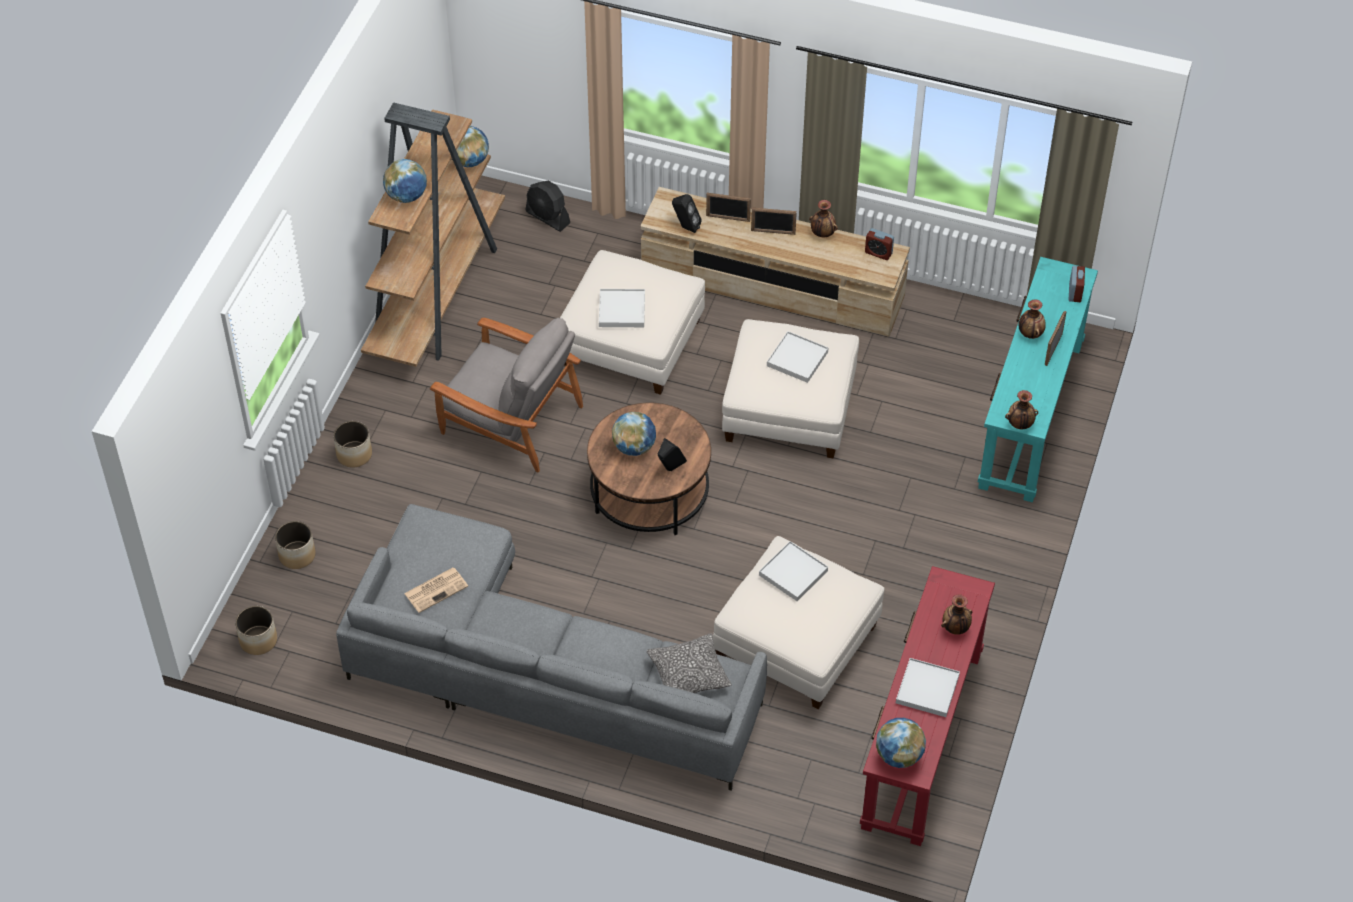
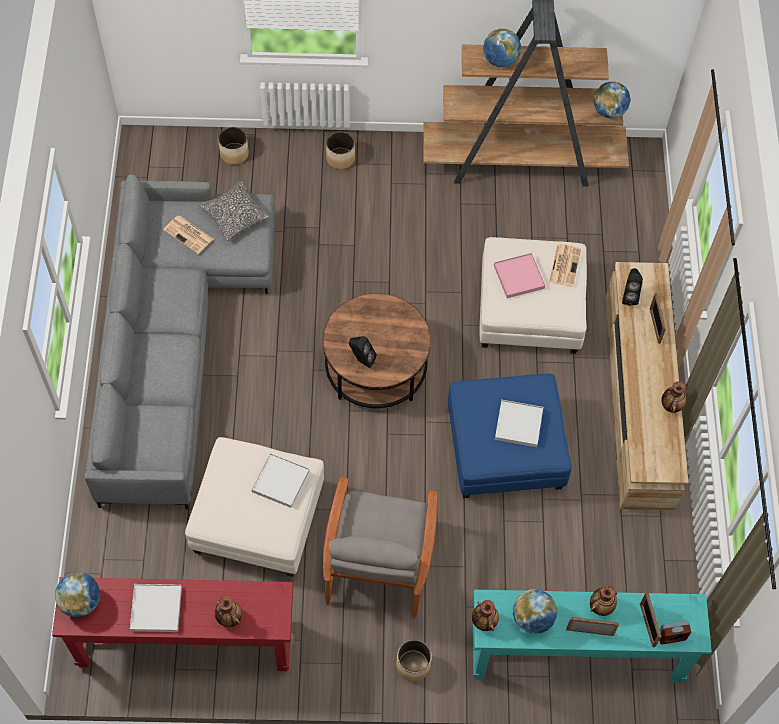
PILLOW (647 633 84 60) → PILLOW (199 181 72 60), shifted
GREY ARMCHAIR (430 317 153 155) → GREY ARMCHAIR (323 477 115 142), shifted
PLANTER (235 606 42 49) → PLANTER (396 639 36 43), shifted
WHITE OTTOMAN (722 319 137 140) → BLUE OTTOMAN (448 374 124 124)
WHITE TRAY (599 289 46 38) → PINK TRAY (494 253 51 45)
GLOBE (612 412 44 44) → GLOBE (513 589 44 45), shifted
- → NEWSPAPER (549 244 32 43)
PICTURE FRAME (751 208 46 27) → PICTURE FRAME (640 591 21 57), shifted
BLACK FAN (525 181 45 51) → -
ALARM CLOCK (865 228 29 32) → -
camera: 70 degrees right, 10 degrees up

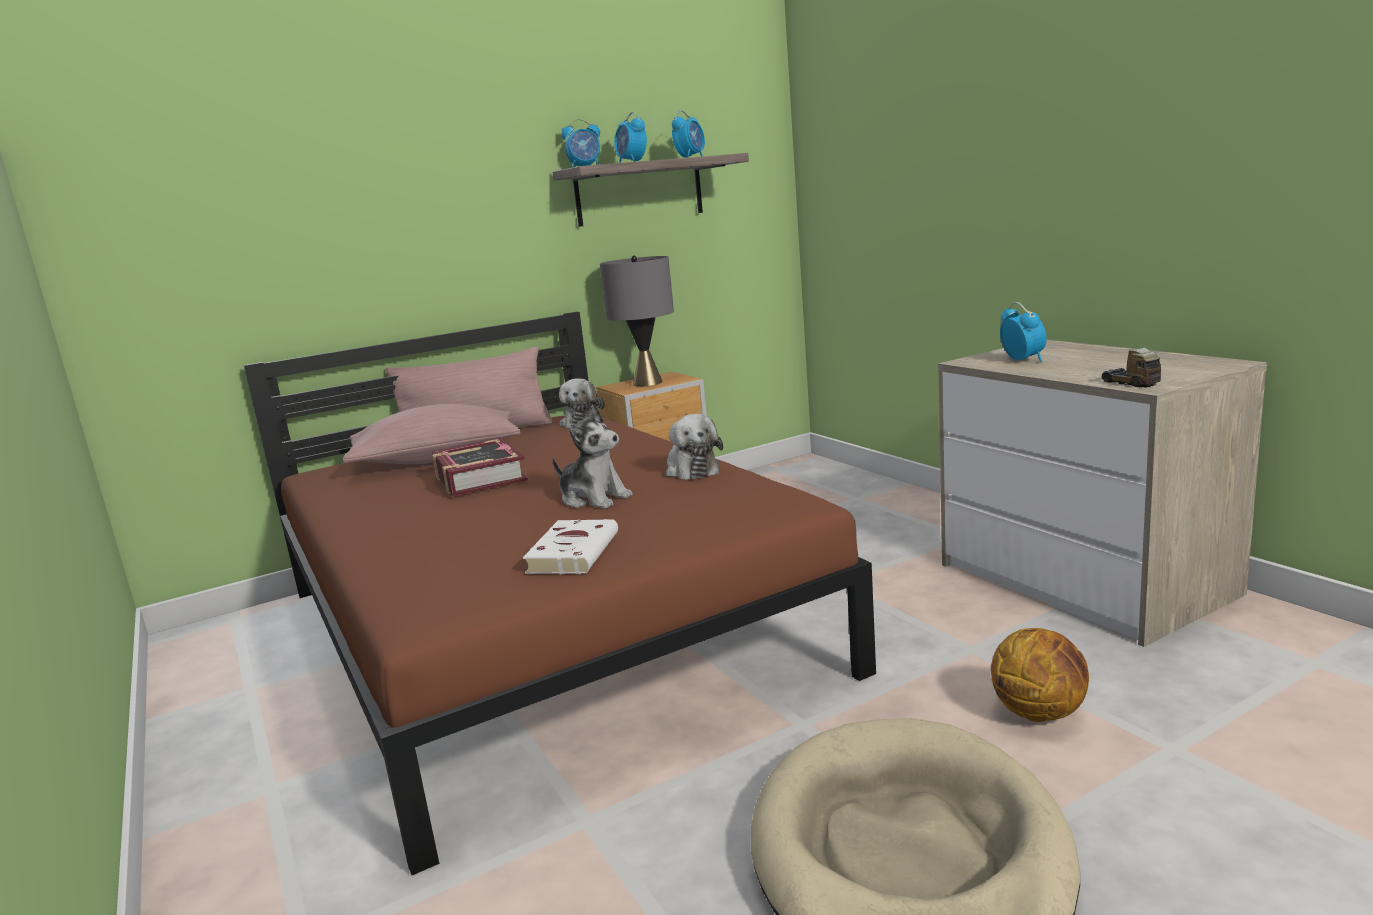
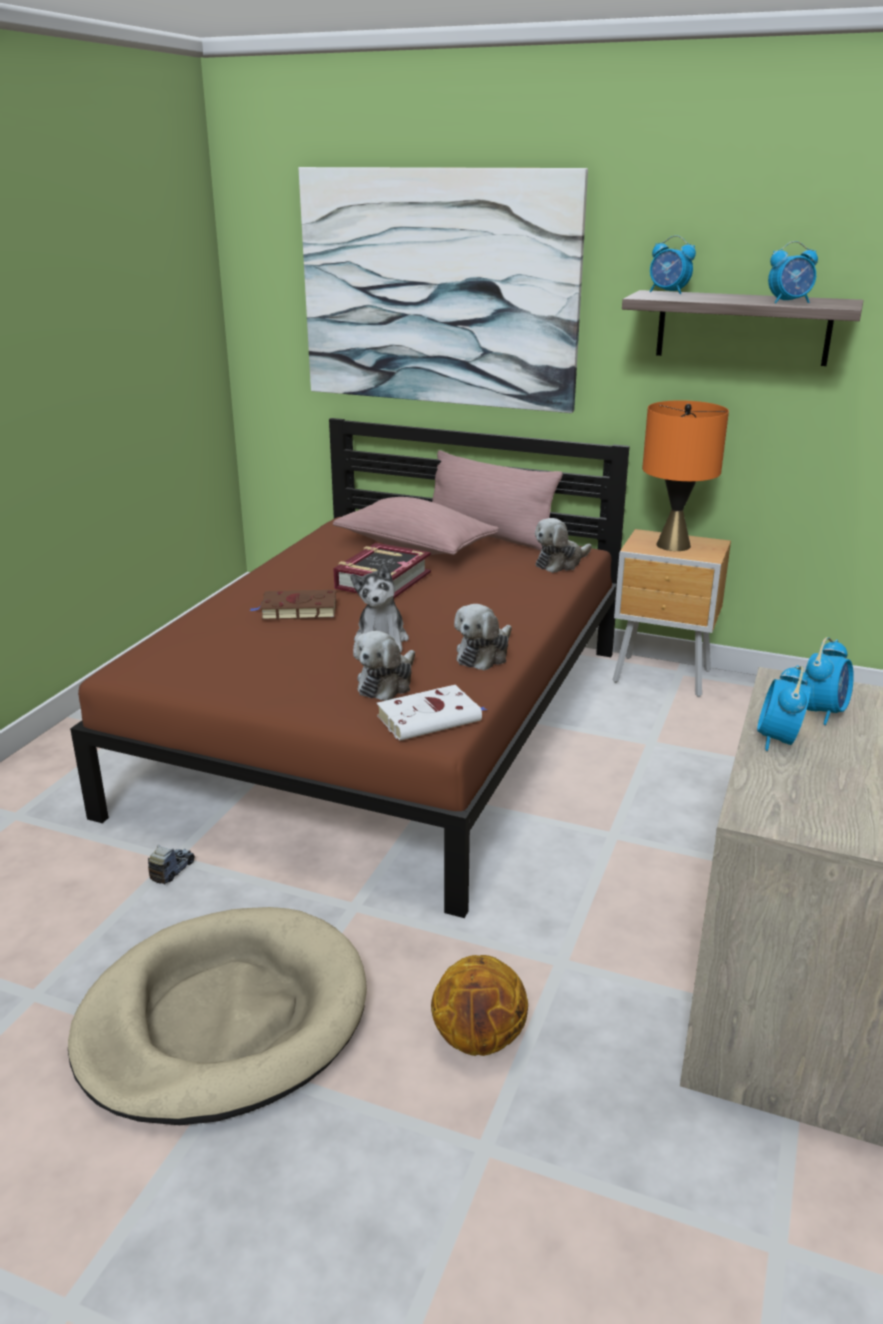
TOY TRUCK (1102 347 59 41) → TOY TRUCK (148 844 47 40), shifted
- → BROWN BOOK (250 590 87 30)
- → PICTURE (299 167 289 246)
- → PLUSH TOY (353 631 62 70)
WHITE BOOK (523 519 95 55) → WHITE BOOK (377 685 111 56), shifted
GREY TABLE LAMP (600 256 74 131) → ORANGE TABLE LAMP (642 400 87 151)
ALARM CLOCK (614 112 33 51) → ALARM CLOCK (757 665 54 86), shifted
camera: 50 degrees right, 10 degrees up

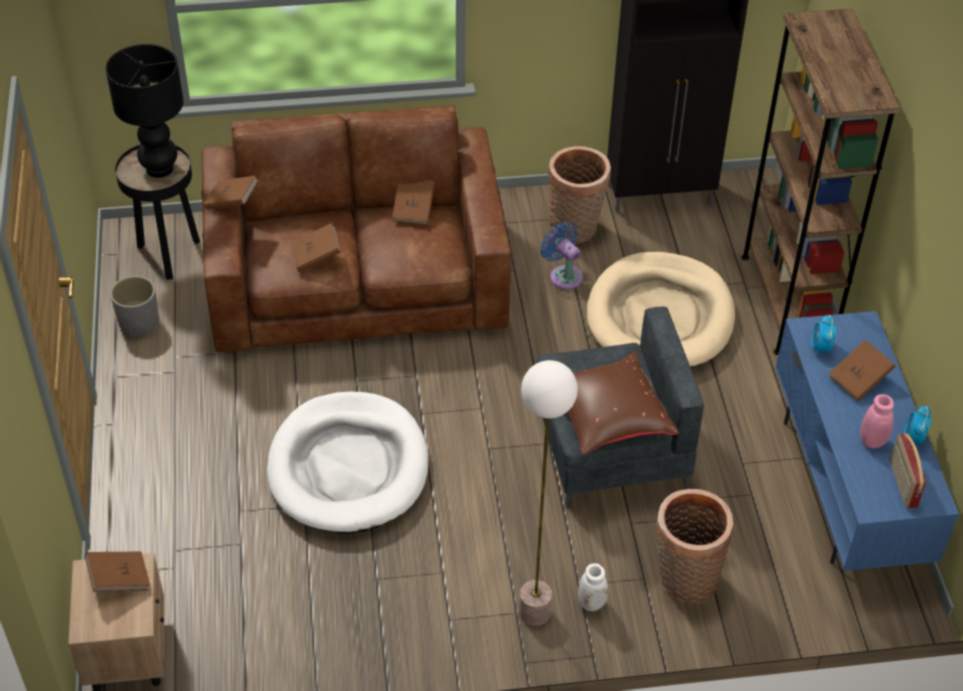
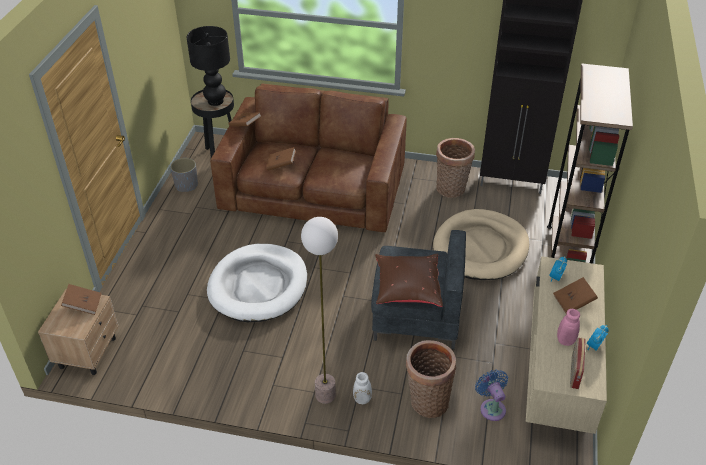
BLUE FAN (540 222 43 68) → BLUE FAN (475 370 33 51), shifted
BLUE TV STAND (776 311 183 260) → BEIGE TV STAND (526 256 81 178)
BROWN BOOK (392 180 43 45) → -
camera: 20 degrees right, 5 degrees down

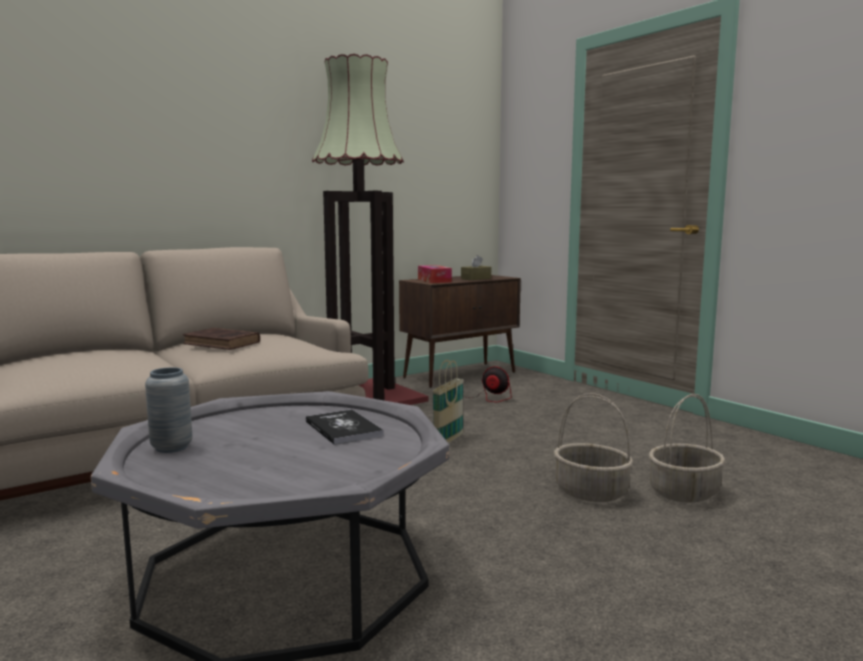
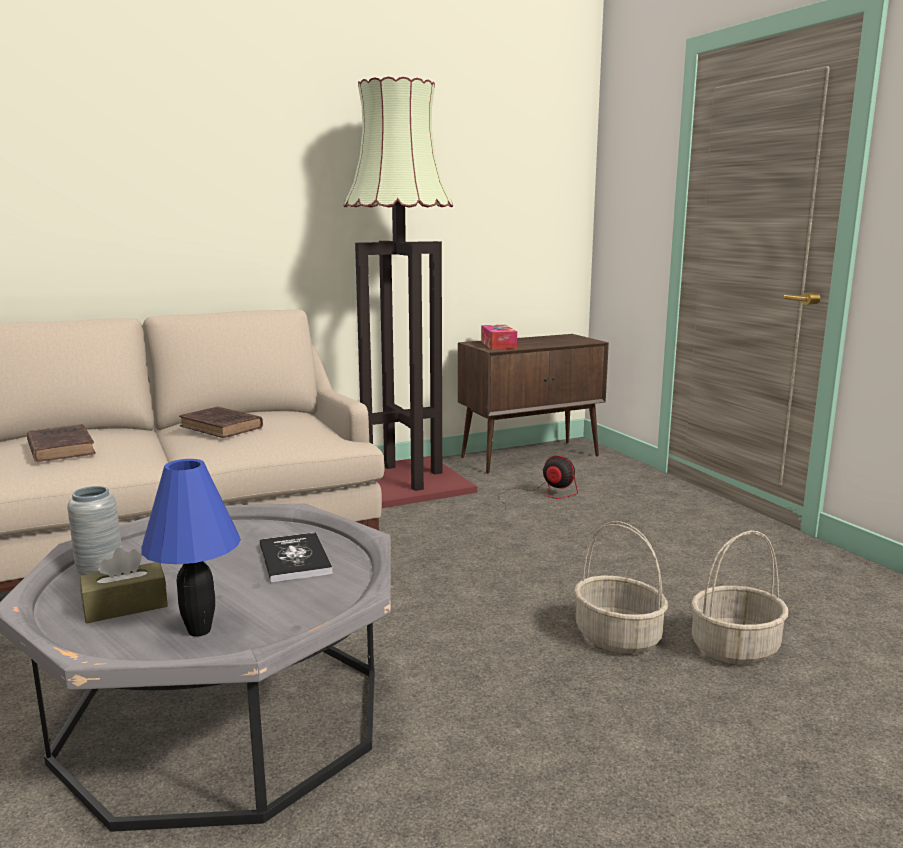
- → BROWN BOOK (27 424 69 38)
BROWN TISSUE BOX (461 255 30 25) → BROWN TISSUE BOX (80 547 88 76), shifted
- → BLUE TABLE LAMP (141 459 100 178)
BASKET (433 360 30 83) → -
camera: 10 degrees right, 5 degrees up

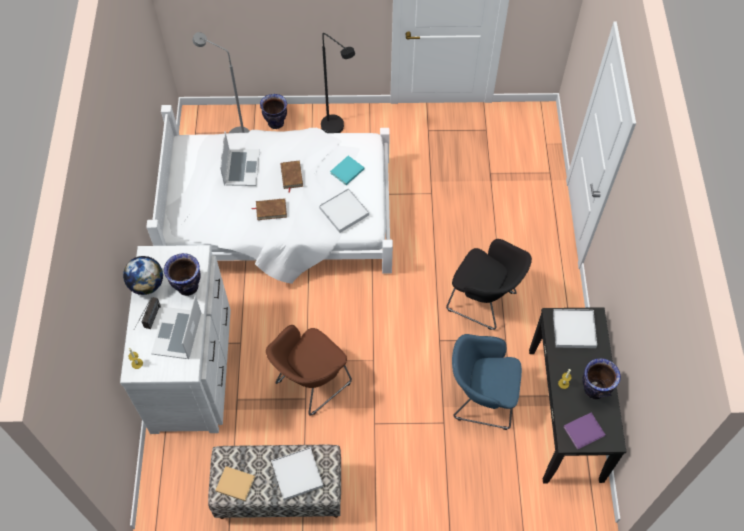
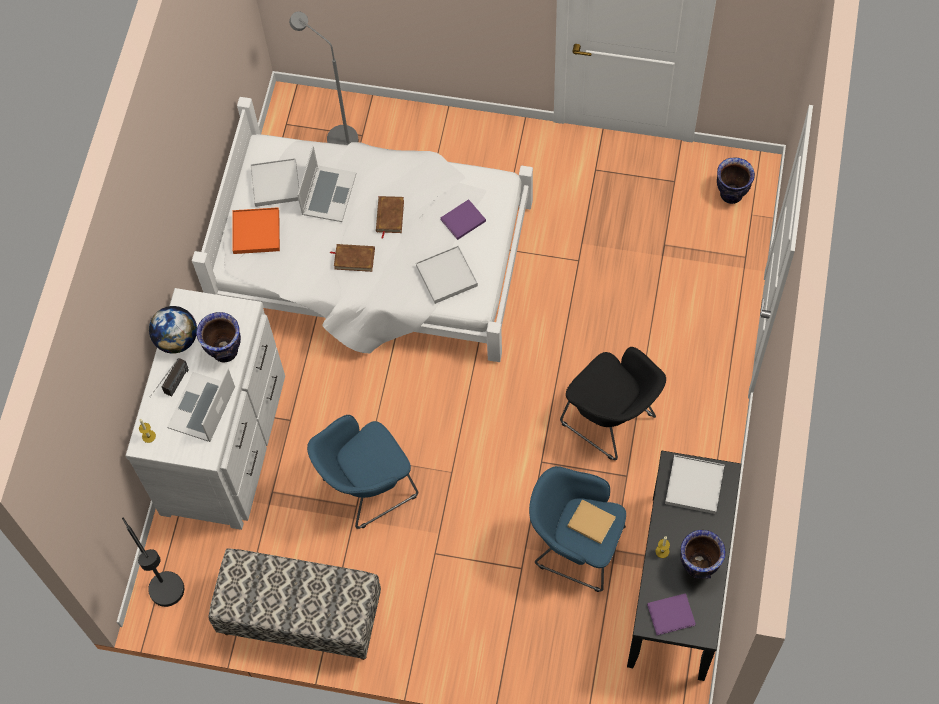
BLACK FLOOR LAMP (321 33 34 100) → BLACK FLOOR LAMP (122 518 62 89), shifted
- → ORANGE TRAY (232 207 48 47)
WHITE TRAY (271 447 53 54) → WHITE TRAY (250 158 49 49), shifted
BROWN ARMCHAIR (266 325 86 91) → BLUE ARMCHAIR (307 415 111 114)
TURQUOISE BOOK (330 156 34 29) → PURPLE BOOK (441 199 45 41)
BEIGE BOOK (215 466 40 35) → BEIGE BOOK (567 500 48 44), shifted
VASE (260 94 27 35) → VASE (717 157 38 47), shifted
camera: 15 degrees right, 5 degrees up

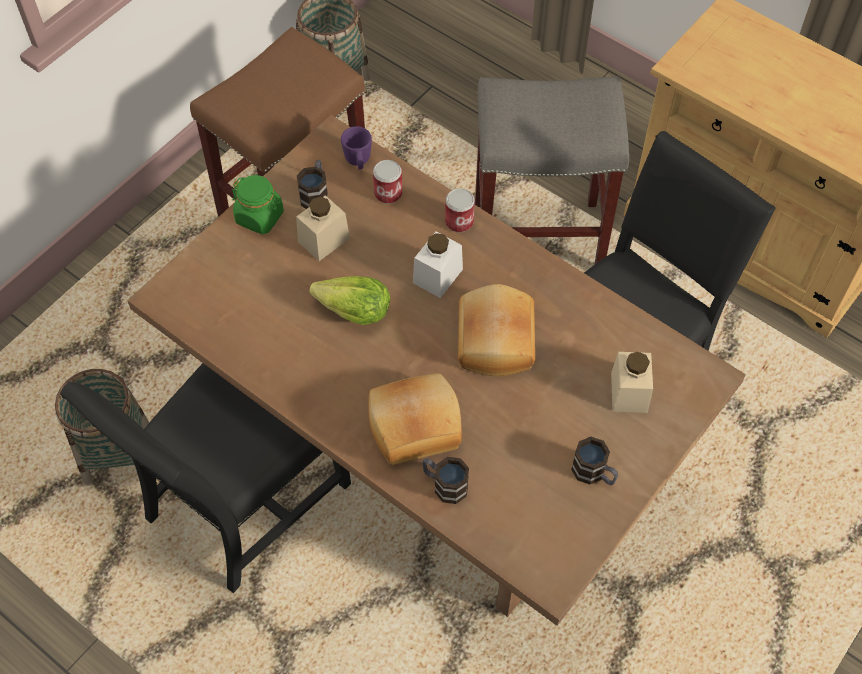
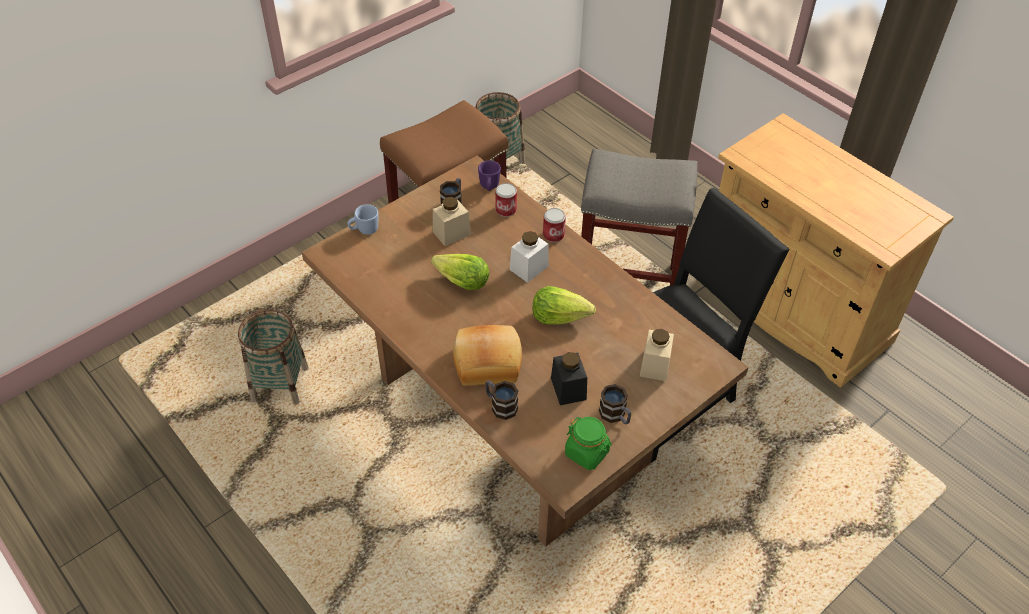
- → BLUE MUG (347 204 31 31)
BREAD (458 284 77 93) → LETTUCE (533 286 63 39)
- → BLACK JAR (551 352 36 53)
GREEN JAR (232 175 52 59) → GREEN JAR (565 417 47 53), shifted
BLACK CHAIR (60 363 291 230) → -
camera: 10 degrees right, 10 degrees down

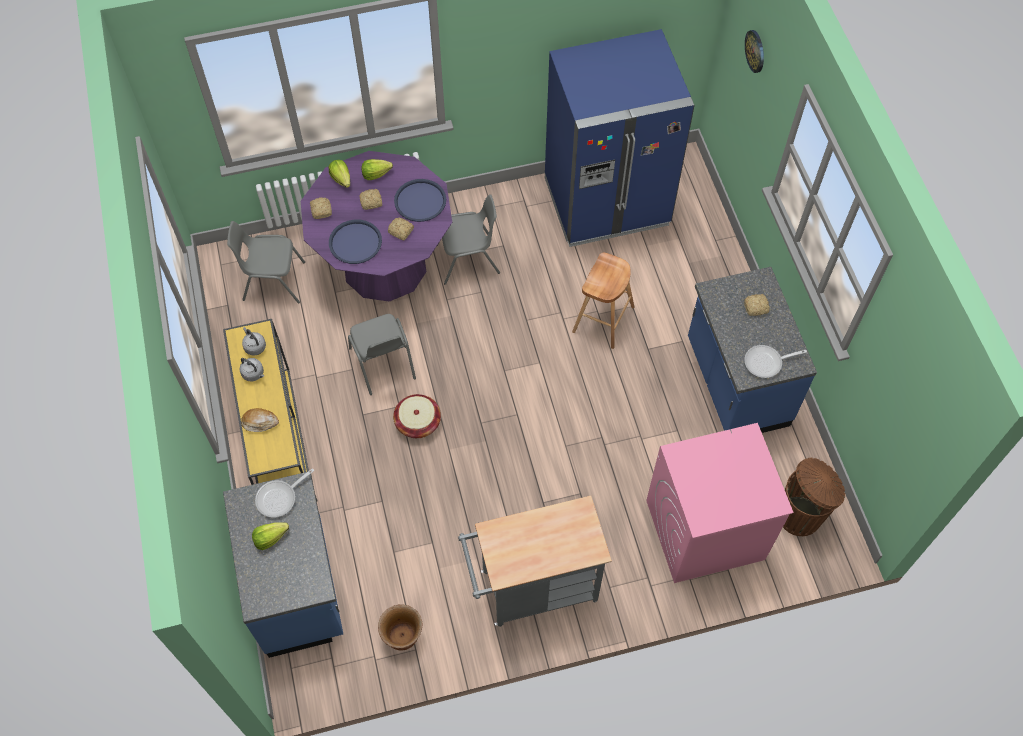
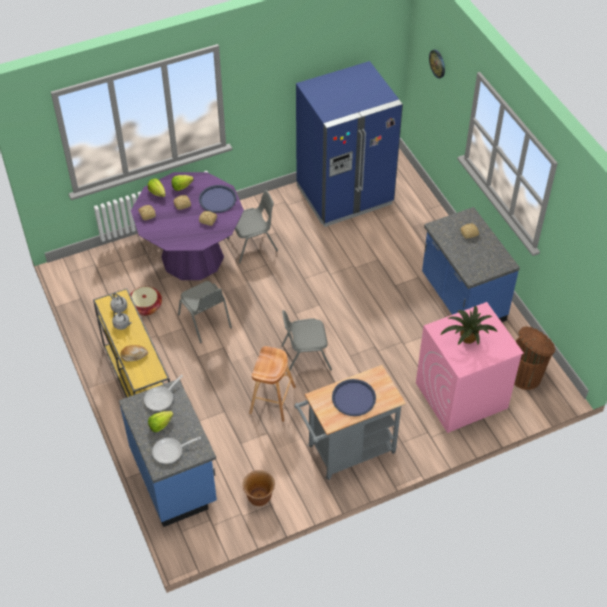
BASKET (393 394 48 44) → BASKET (130 286 32 30), shifted
FRYING PAN (744 345 63 33) → FRYING PAN (152 437 49 27), shifted
BROWN STOOL (572 253 62 96) → BROWN STOOL (249 346 47 76), shifted
GREY CHAIR (227 221 78 83) → GREY CHAIR (281 310 51 64), shifted
BLUE TRAY (329 220 53 44) → BLUE TRAY (332 379 44 37), shifted
- → POTTED PLANT (441 306 57 39)
camera: 10 degrees left, 10 degrees down

